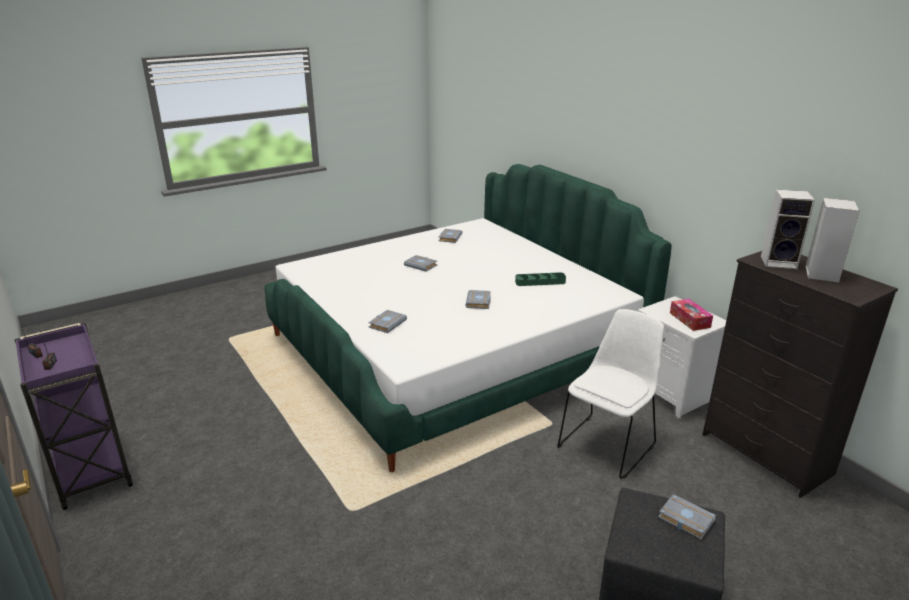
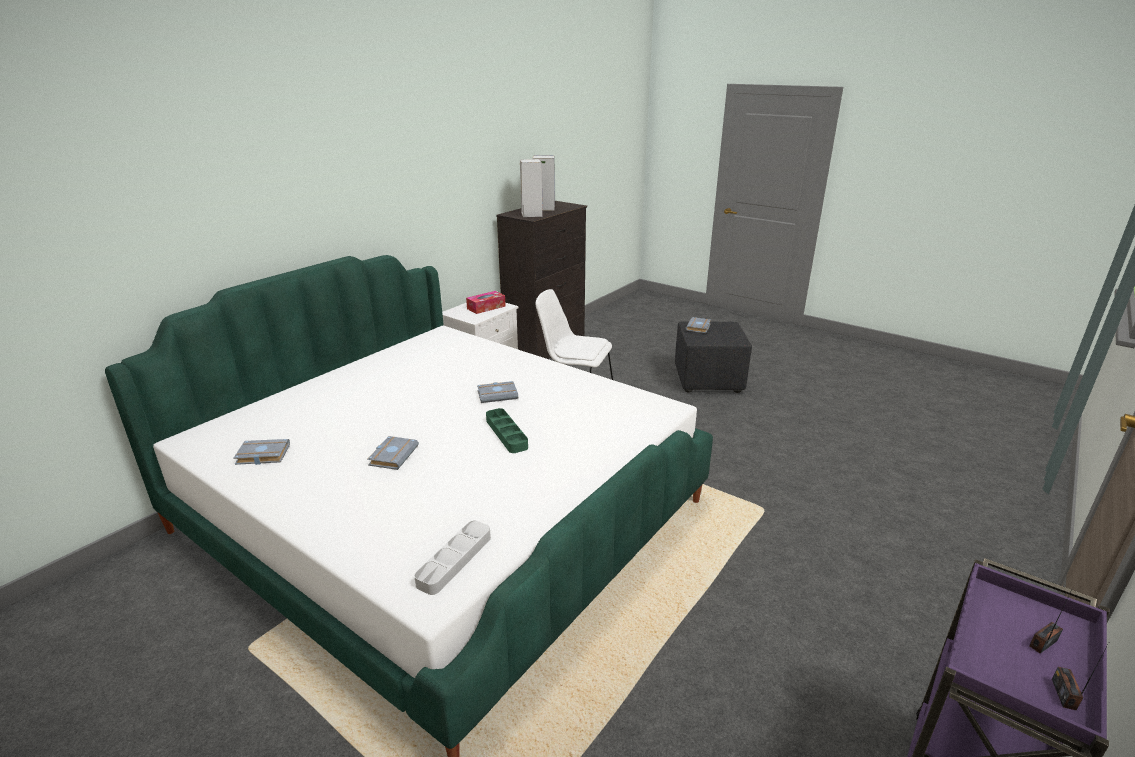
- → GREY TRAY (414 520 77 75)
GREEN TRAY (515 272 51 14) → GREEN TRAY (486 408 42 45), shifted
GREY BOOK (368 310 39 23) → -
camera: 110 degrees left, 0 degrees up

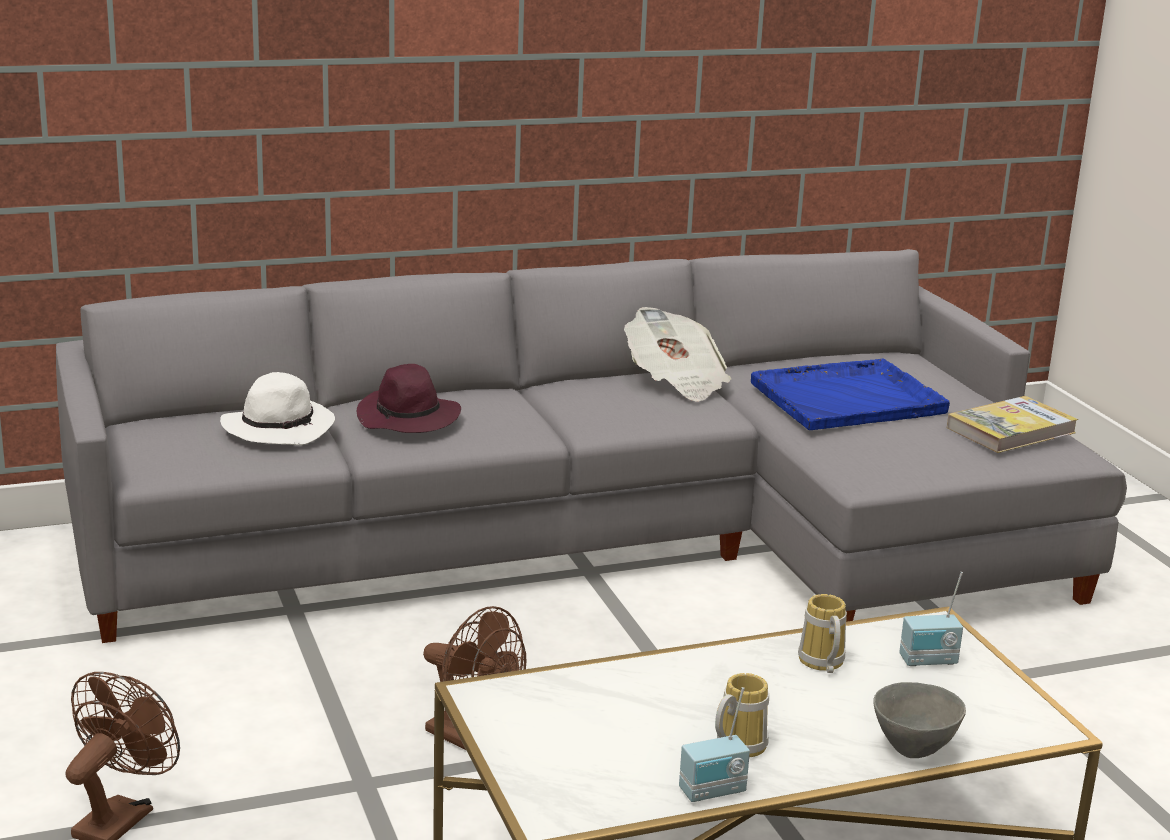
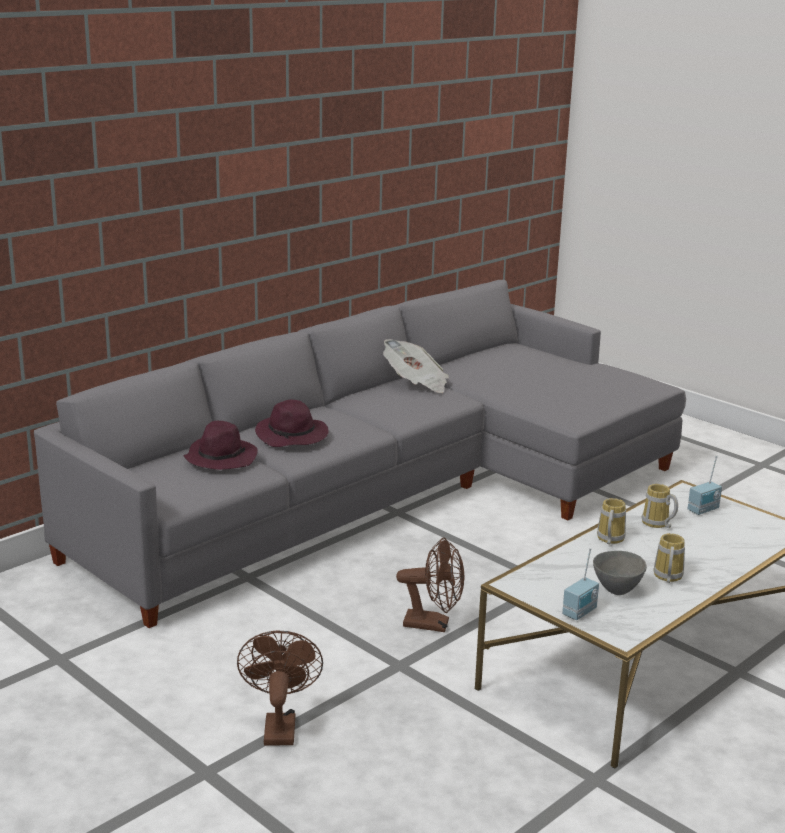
WHITE HAT (220 372 115 73) → PURPLE HAT (184 421 74 49)
RADIO (679 687 71 115) → RADIO (562 548 37 72), shifted
GREY BOWL (873 682 93 76) → GREY BOWL (593 551 54 44), shifted
- → MUG (597 498 29 46)
BLUE TRAY (751 358 199 72) → -
BOOK (947 396 131 57) → -
camera: 25 degrees left, 0 degrees up

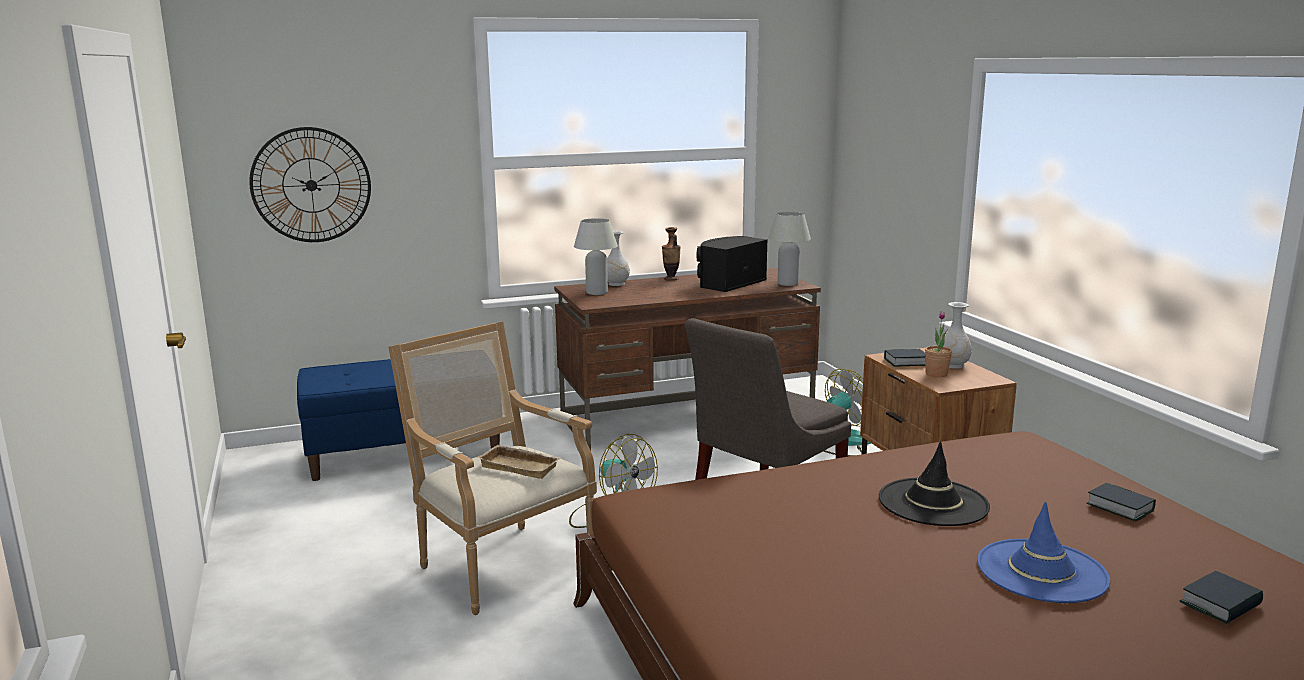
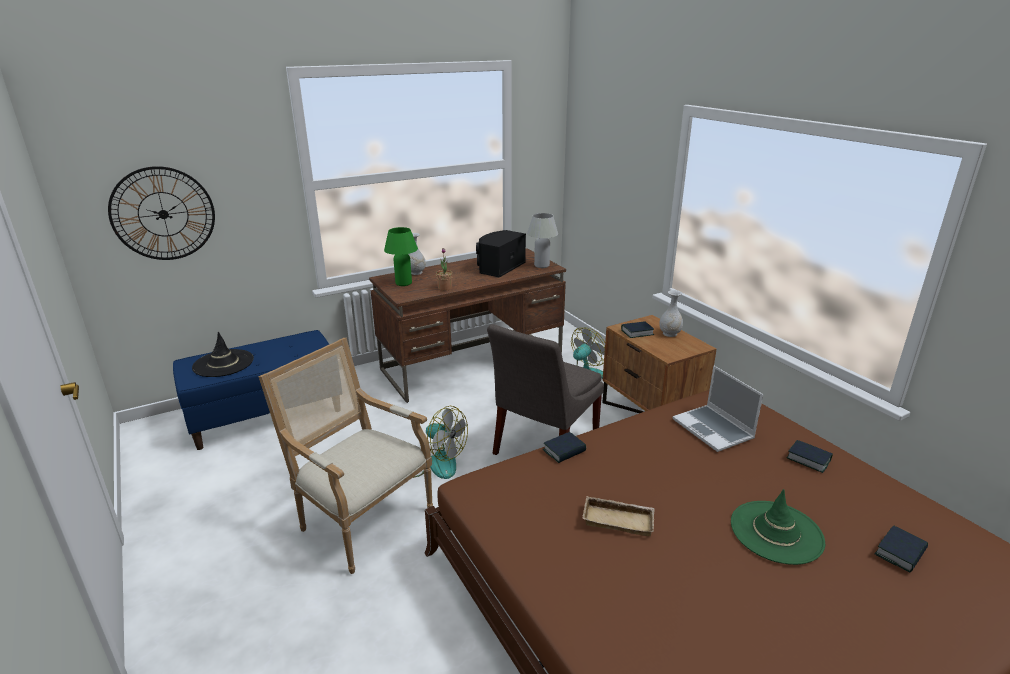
BLACK HAT (879 441 111 85) → BLACK HAT (192 332 62 45), shifted
WHITE TABLE LAMP (574 218 44 77) → GREEN TABLE LAMP (384 227 34 59)
POTTED PLANT (925 311 27 66) → POTTED PLANT (436 248 17 43), shifted
- → BOOK (543 432 43 31)
BEIGE TRAY (477 445 84 34) → BEIGE TRAY (582 496 73 40), shifted
- → LAPTOP (673 366 90 86)
BLUE HAT (977 502 133 101) → GREEN HAT (731 489 94 76)
VASE (662 227 19 54) → -
camera: 10 degrees left, 10 degrees up

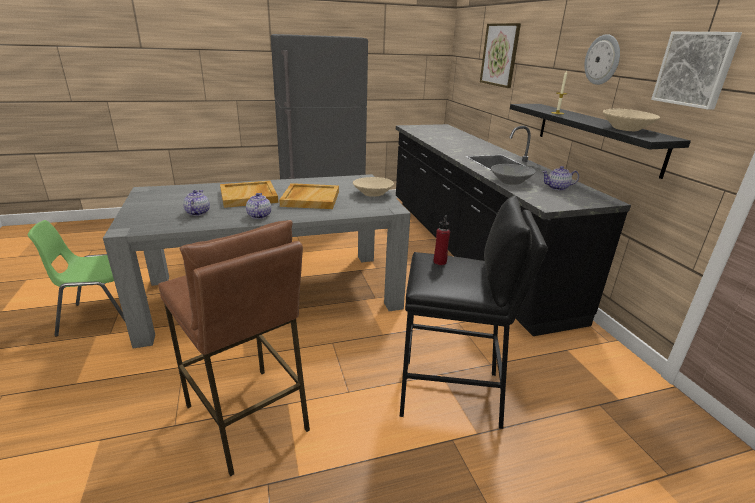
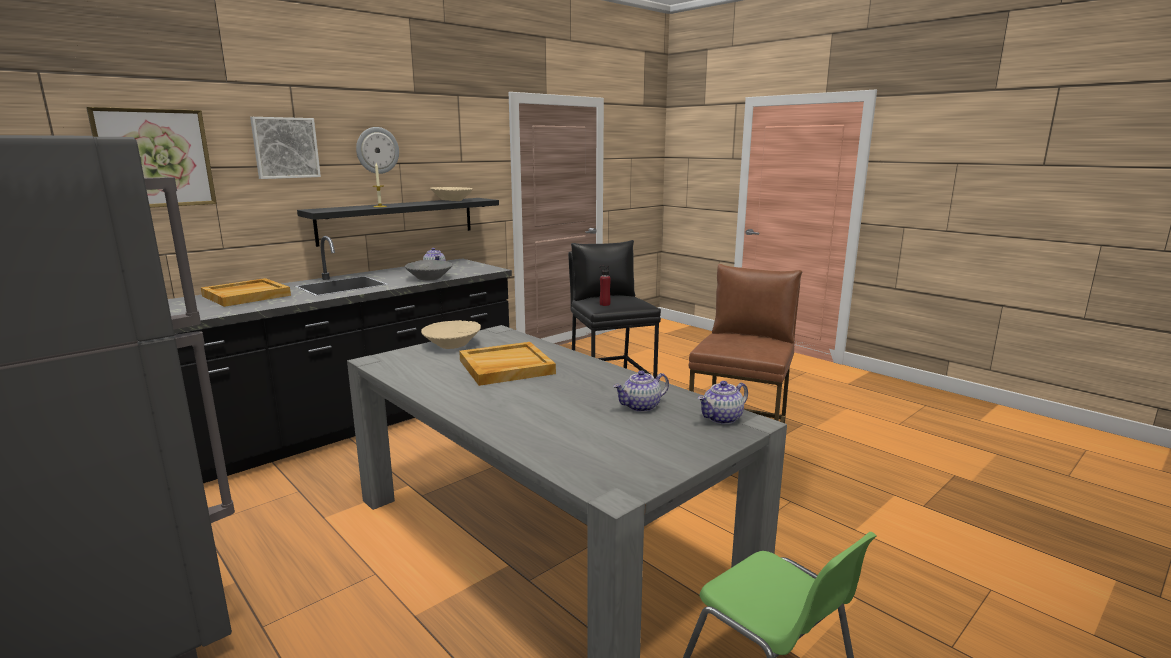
BEIGE TRAY (220 181 59 27) → BEIGE TRAY (201 278 90 29), shifted
PICTURE (651 31 91 79) → PICTURE (250 117 71 62), shifted
TEAPOT (246 193 25 26) → TEAPOT (698 381 50 43), shifted
camera: 115 degrees left, 10 degrees down

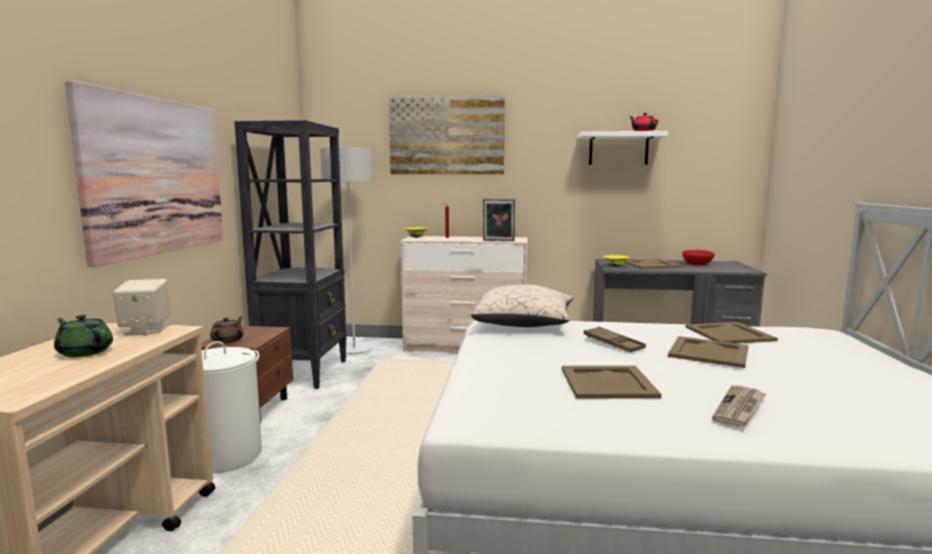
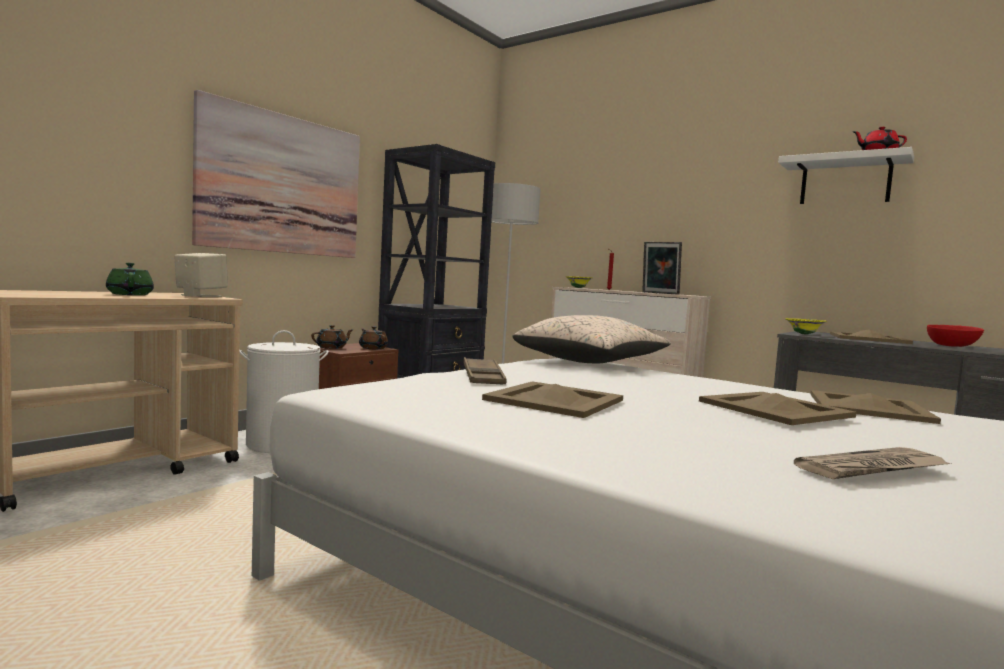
- → BROWN TEAPOT (359 326 29 23)
BROWN TRAY (584 327 62 26) → BROWN TRAY (463 357 43 27), shifted
NEWSPAPER (712 385 55 42) → NEWSPAPER (794 447 158 32), shifted
PICTURE (389 95 116 79) → -
camera: 30 degrees right, 5 degrees down

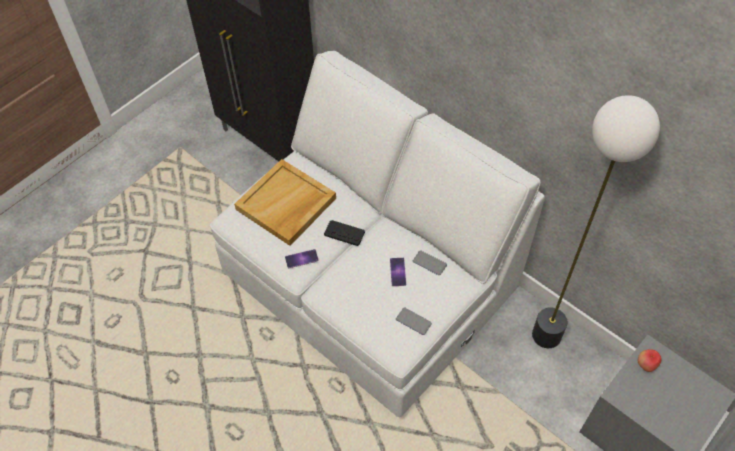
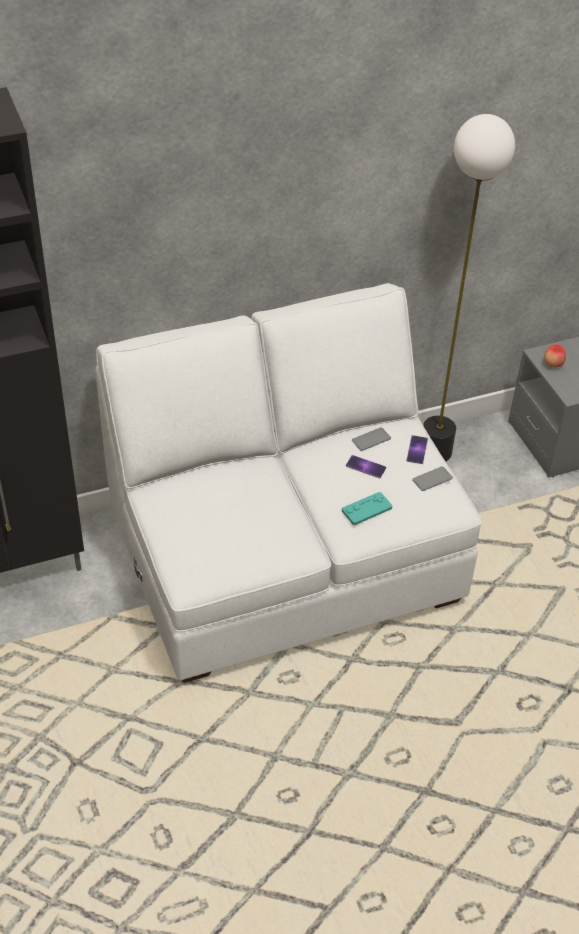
- → TURQUOISE GAME CONTROLLER (342 492 51 33)
PHONE (285 249 34 19) → PHONE (406 435 22 29), shifted
BEIGE TRAY (234 159 102 87) → -
BLACK GAME CONTROLLER (324 220 41 26) → -
camera: 65 degrees left, 10 degrees down

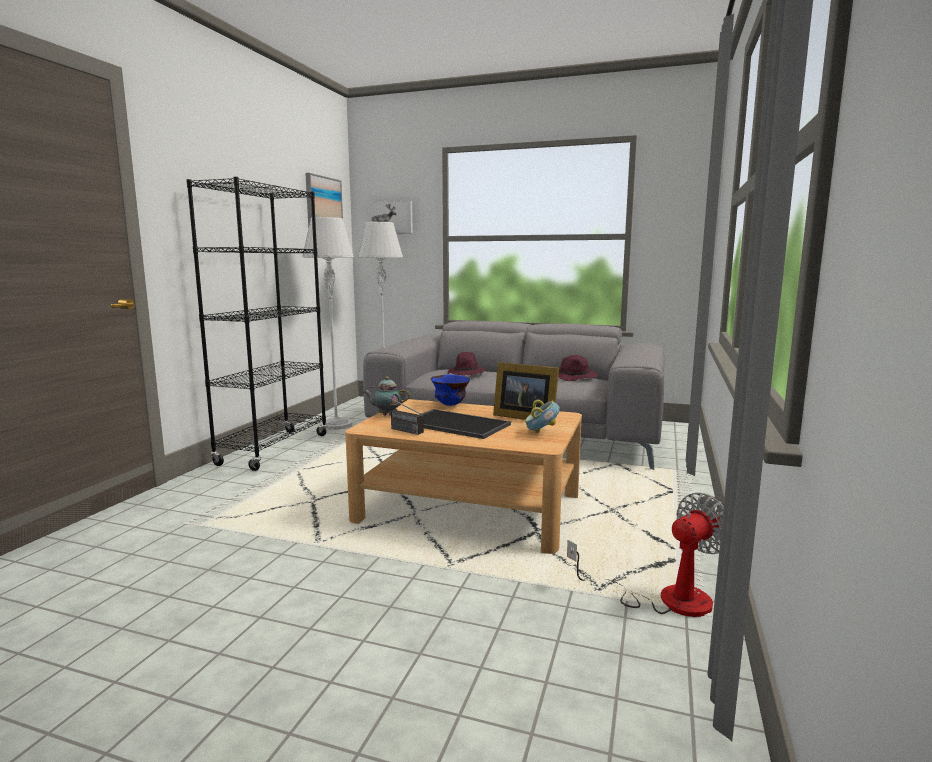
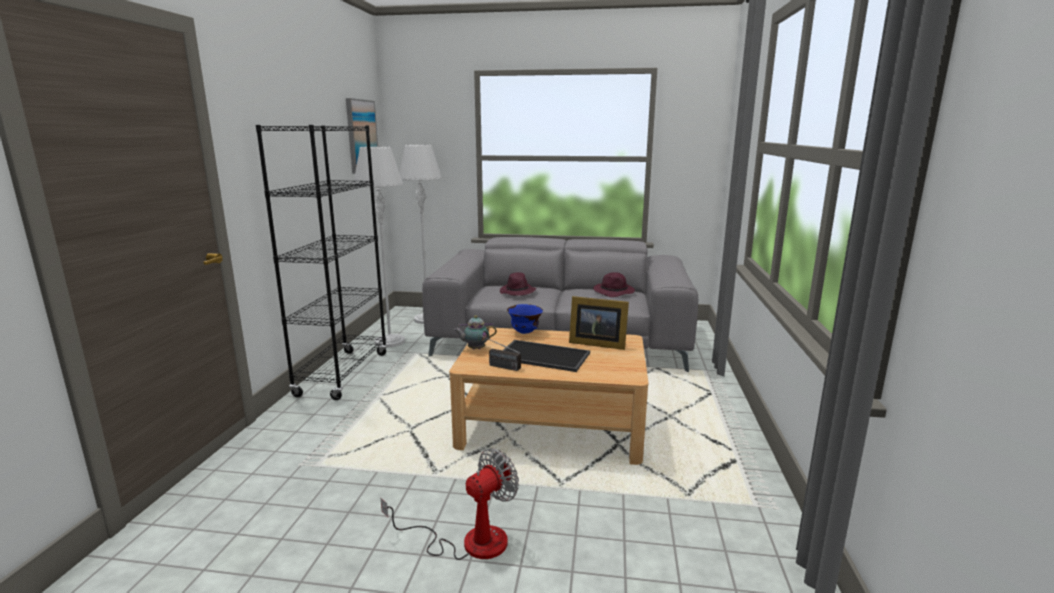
FAN (567 493 157 124) → FAN (381 448 138 112), shifted
PICTURE (369 201 44 33) → -
BOWL (525 400 35 33) → -
camera: 10 degrees left, 5 degrees up

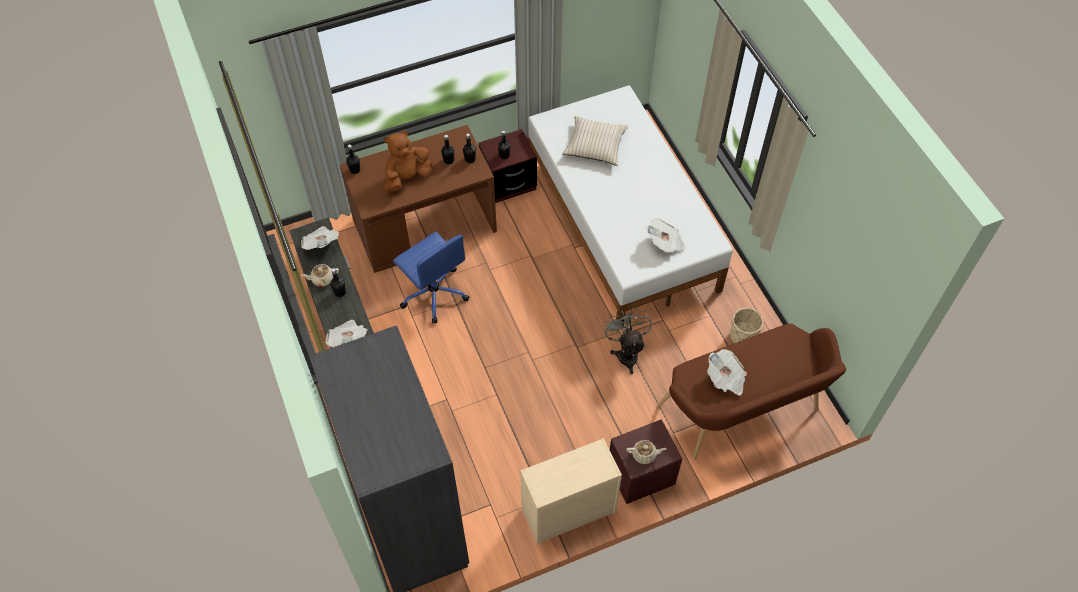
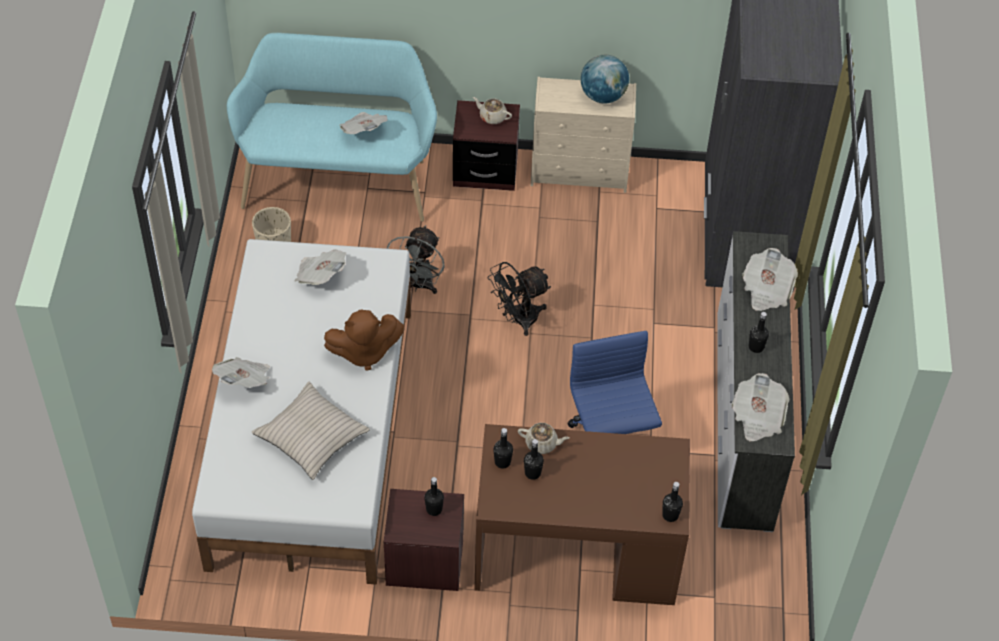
- → NEWSPAPER (212 357 58 31)
BROWN BENCH (657 323 189 137) → TURQUOISE BENCH (227 33 210 189)
BROWN PLUSH TOY (384 130 49 61) → BROWN PLUSH TOY (324 310 80 61), shifted
- → BLACK FAN (488 262 63 74)
BEIGE TEAPOT (301 264 38 23) → BEIGE TEAPOT (518 423 51 31), shifted
- → GLOBE (581 55 48 48)
camera: 155 degrees left, 5 degrees down

